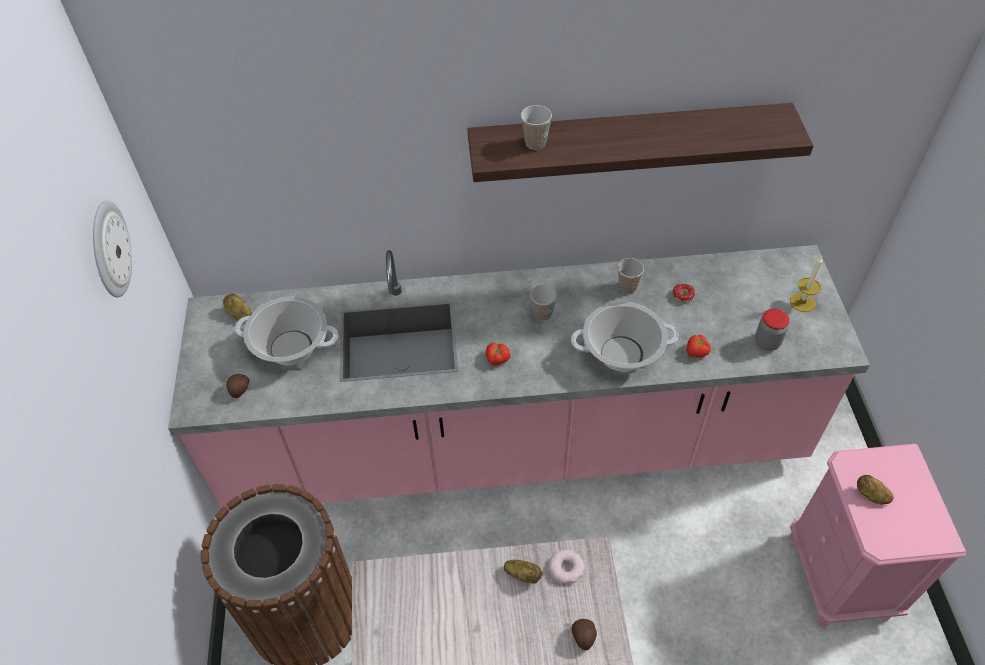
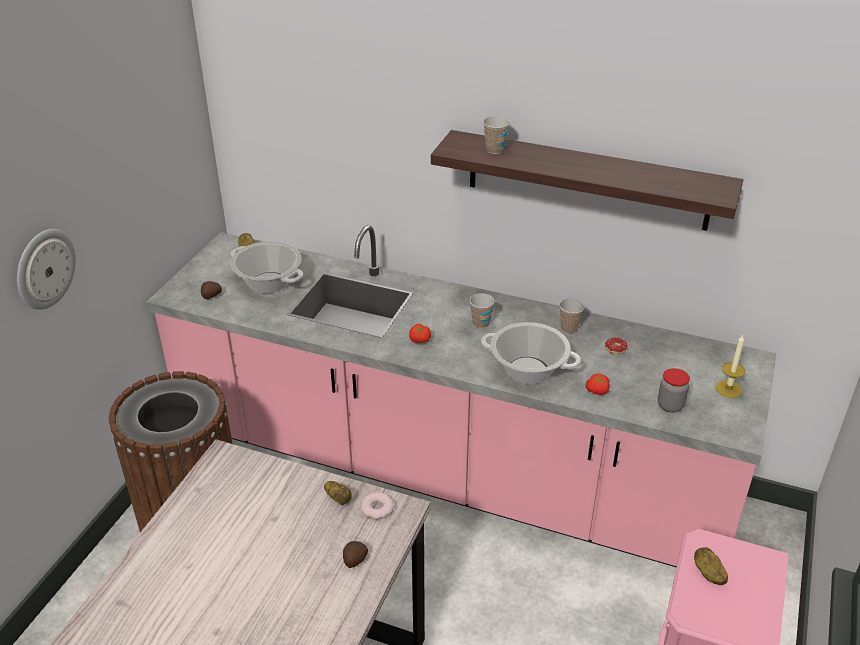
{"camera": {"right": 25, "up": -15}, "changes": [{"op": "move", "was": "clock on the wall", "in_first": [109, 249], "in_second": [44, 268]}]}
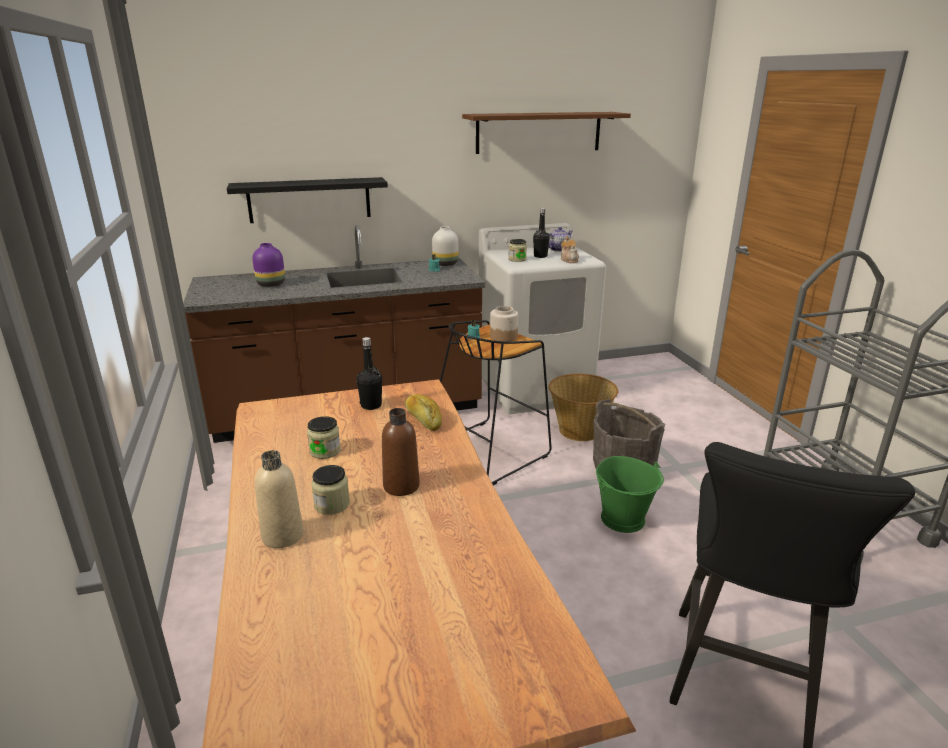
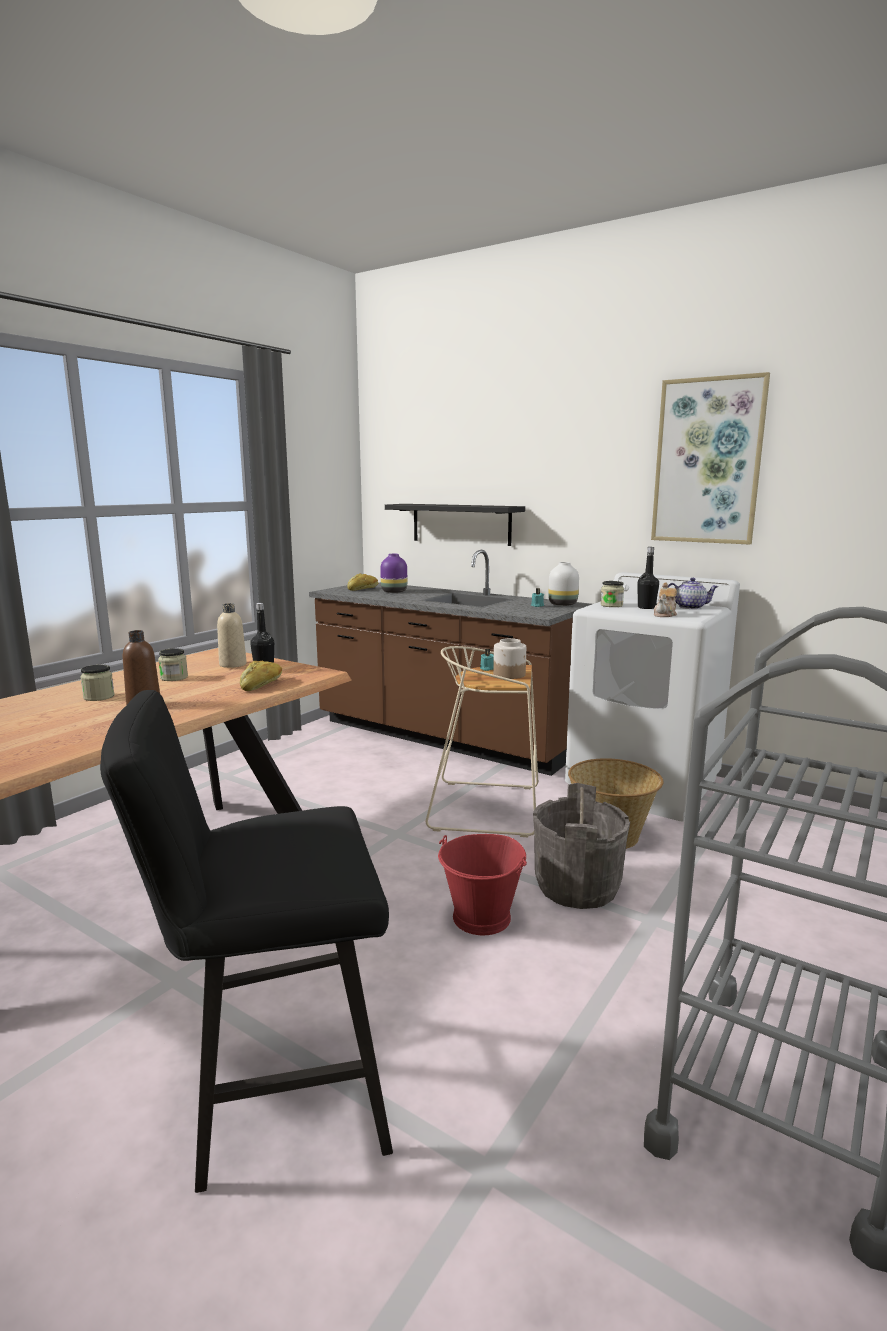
{"camera": {"right": 50, "up": -10}, "changes": [{"op": "insert", "now": "bakery bread", "in_second": [363, 589]}, {"op": "move", "was": "beige-coloured drink bottle", "in_first": [282, 536], "in_second": [233, 664]}, {"op": "replace", "was": "brown-coloured shelf", "now": "wall art", "in_first": [539, 132], "in_second": [707, 461]}, {"op": "recolor", "was": "black stool", "now": "beige-coloured stool", "in_first": [488, 450], "in_second": [488, 807]}, {"op": "recolor", "was": "greenish pail", "now": "red pail", "in_first": [623, 519], "in_second": [482, 918]}]}
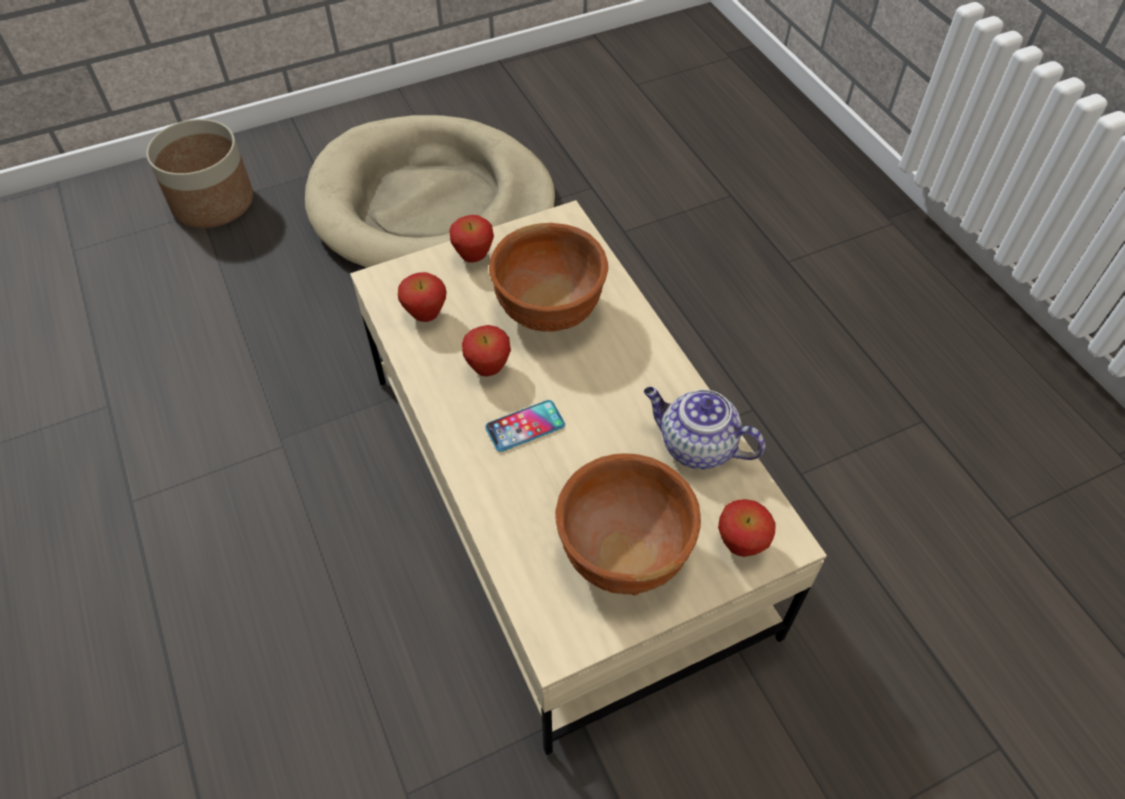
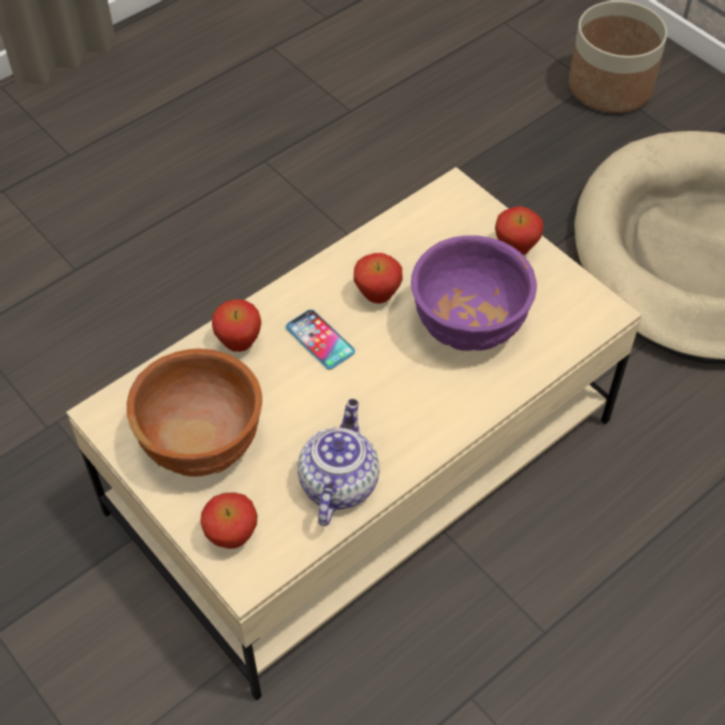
{"camera": {"right": 75, "up": 0}, "changes": [{"op": "move", "was": "whole apple", "in_first": [426, 316], "in_second": [239, 344]}, {"op": "recolor", "was": "brown-coloured deep dish", "now": "purple deep dish", "in_first": [548, 312], "in_second": [467, 326]}]}
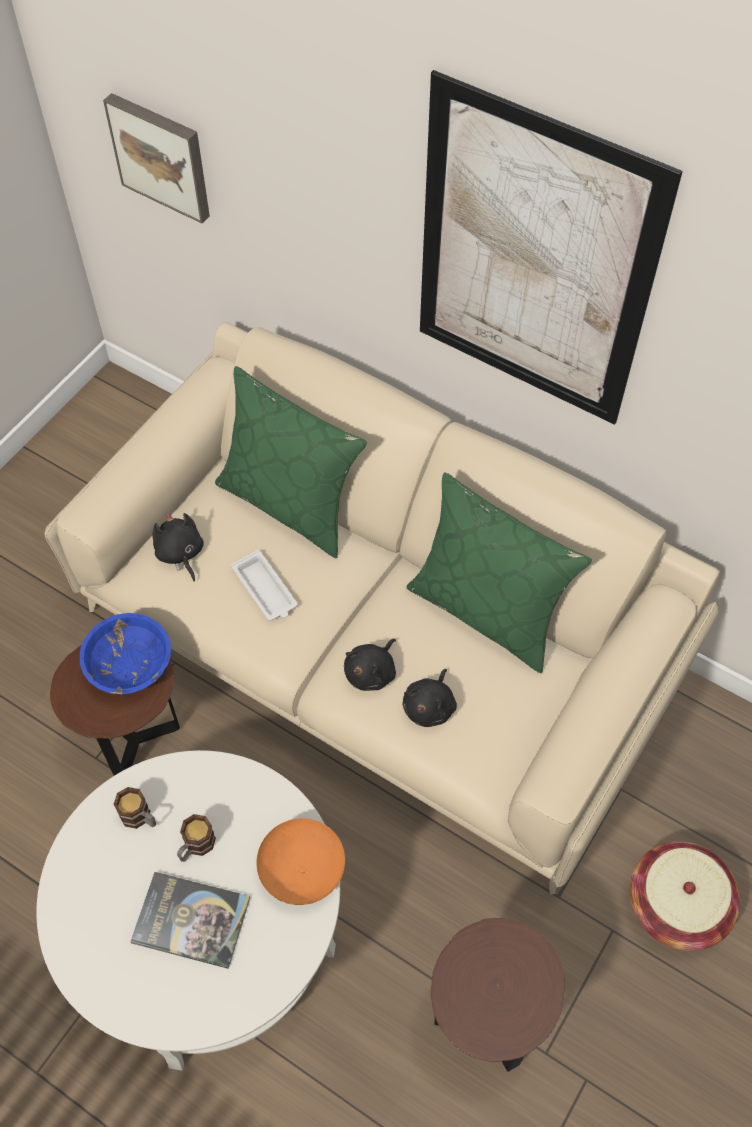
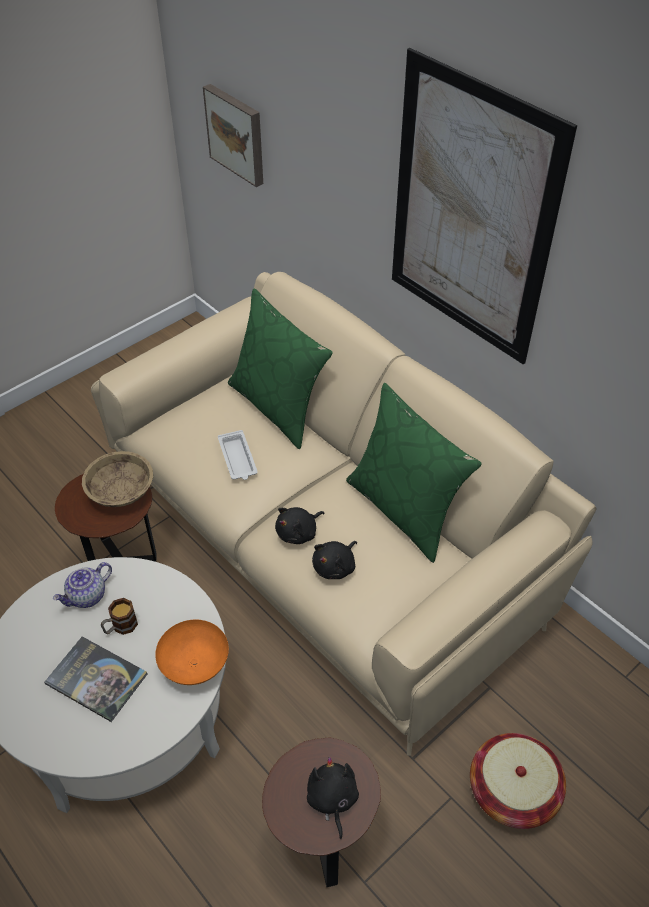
{"camera": {"right": 15, "up": -10}, "changes": [{"op": "move", "was": "black plush toy", "in_first": [180, 554], "in_second": [332, 800]}, {"op": "replace", "was": "mug", "now": "pot for tea", "in_first": [140, 817], "in_second": [87, 596]}, {"op": "recolor", "was": "bluish deep dish", "now": "beige-coloured deep dish", "in_first": [130, 666], "in_second": [121, 492]}]}
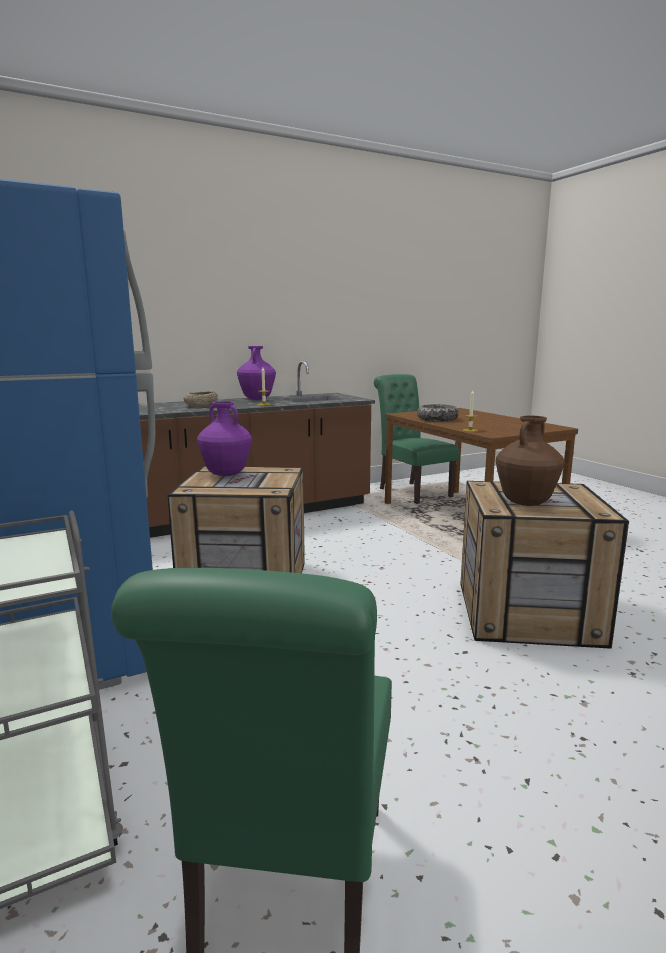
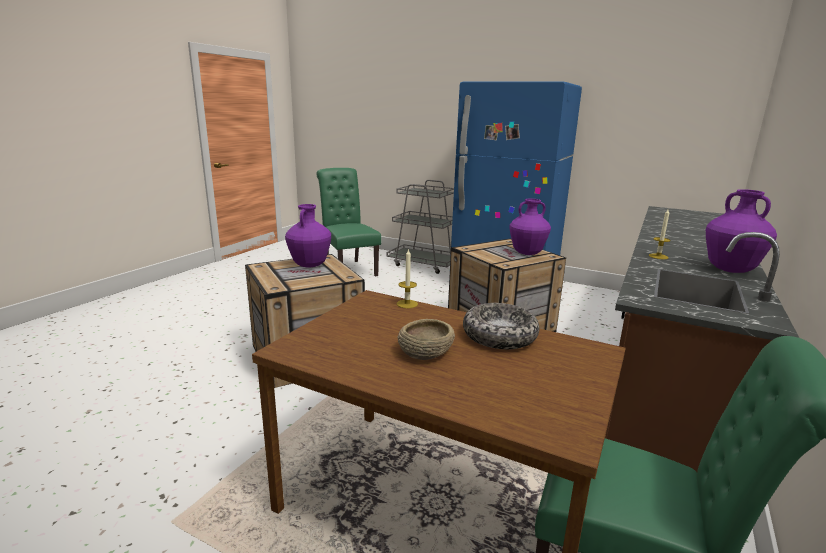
{"camera": {"right": 145, "up": 5}, "changes": [{"op": "move", "was": "beige-coloured deep dish", "in_first": [201, 406], "in_second": [425, 351]}, {"op": "recolor", "was": "brown-coloured decorative vase", "now": "purple decorative vase", "in_first": [525, 503], "in_second": [310, 265]}]}
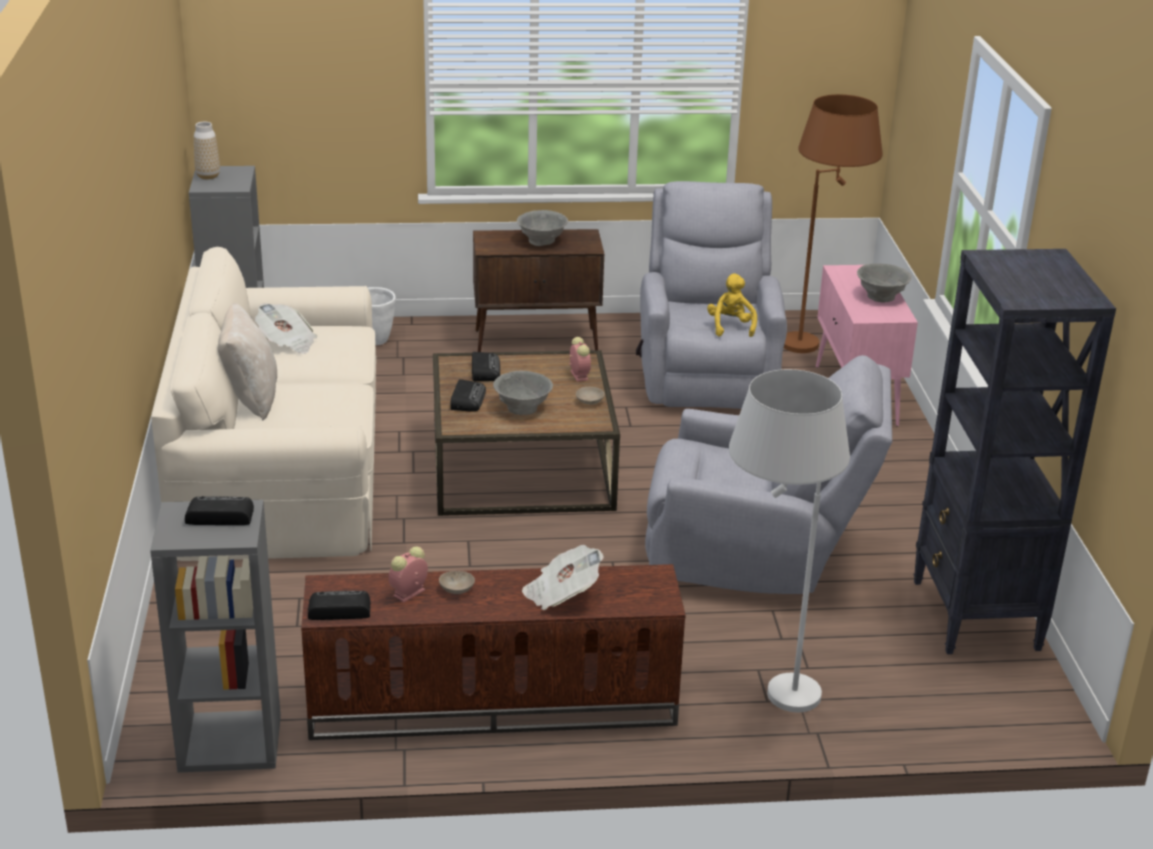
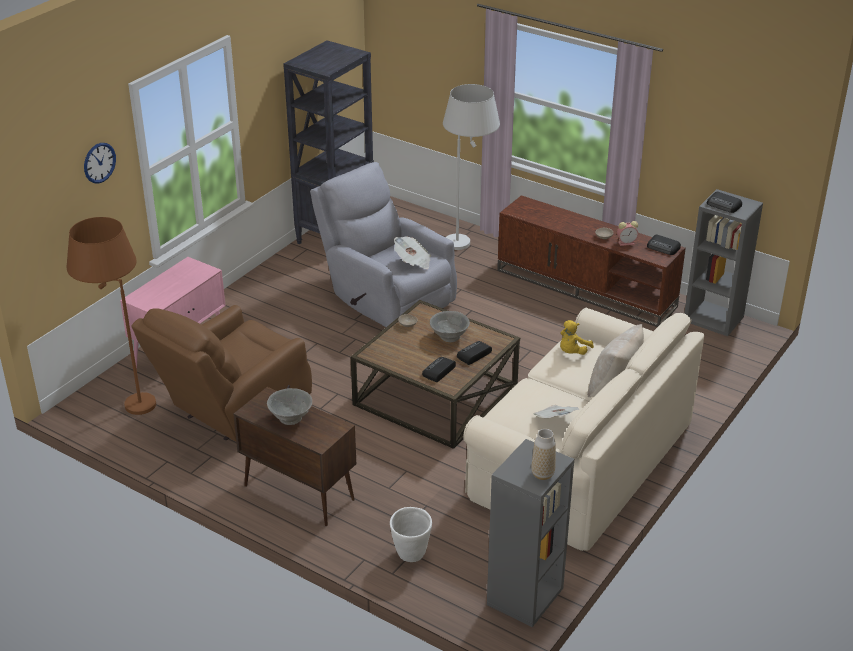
{"camera": {"right": -140, "up": 5}, "changes": [{"op": "delete", "was": "bedside clock", "in_first": [578, 375]}, {"op": "delete", "was": "gray deep dish", "in_first": [881, 296]}, {"op": "insert", "now": "clock on the wall", "in_second": [99, 162]}, {"op": "move", "was": "daily paper", "in_first": [561, 594], "in_second": [413, 261]}, {"op": "move", "was": "yellow plush toy", "in_first": [731, 327], "in_second": [572, 352]}, {"op": "recolor", "was": "gray armchair", "now": "brown-coloured armchair", "in_first": [706, 372], "in_second": [233, 411]}]}
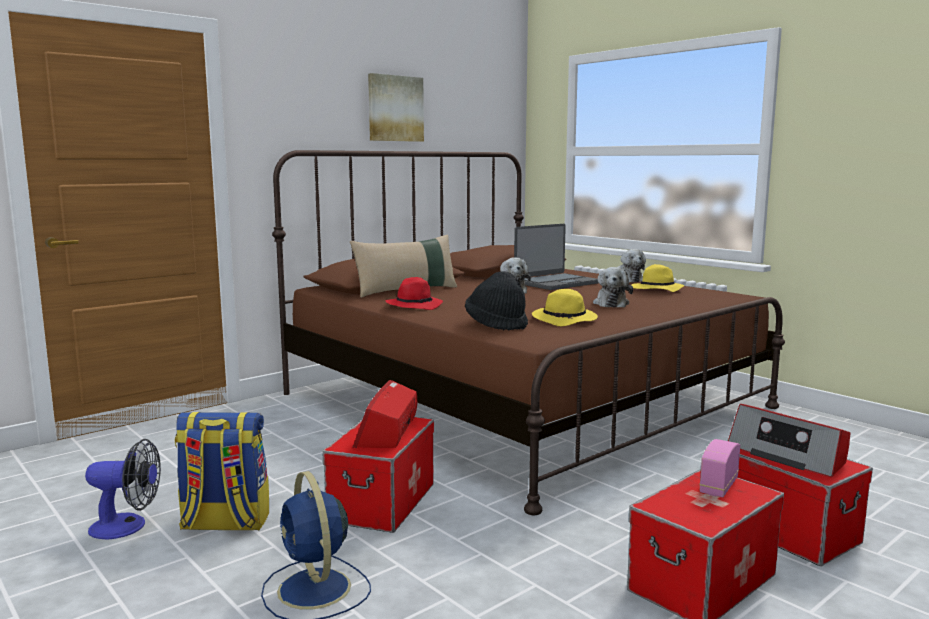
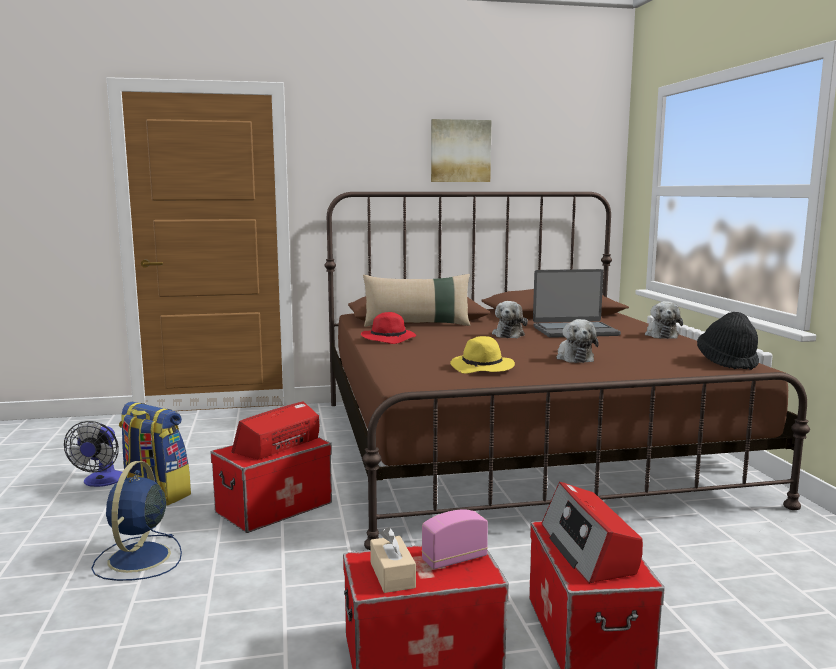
{"camera": {"right": 30, "up": 0}, "changes": [{"op": "delete", "was": "yellow hat", "in_first": [656, 290]}, {"op": "insert", "now": "beige-coloured tissue box", "in_second": [392, 575]}, {"op": "move", "was": "black hat", "in_first": [497, 324], "in_second": [727, 362]}, {"op": "rotate", "was": "cooling fan", "in_first": [127, 527], "in_second": [101, 482], "clockwise": 60}, {"op": "rotate", "was": "plush toy", "in_first": [611, 303], "in_second": [574, 357], "clockwise": -45}]}
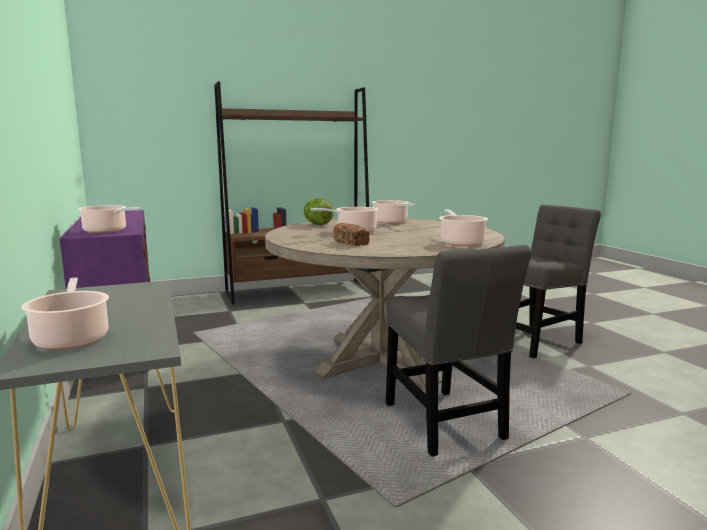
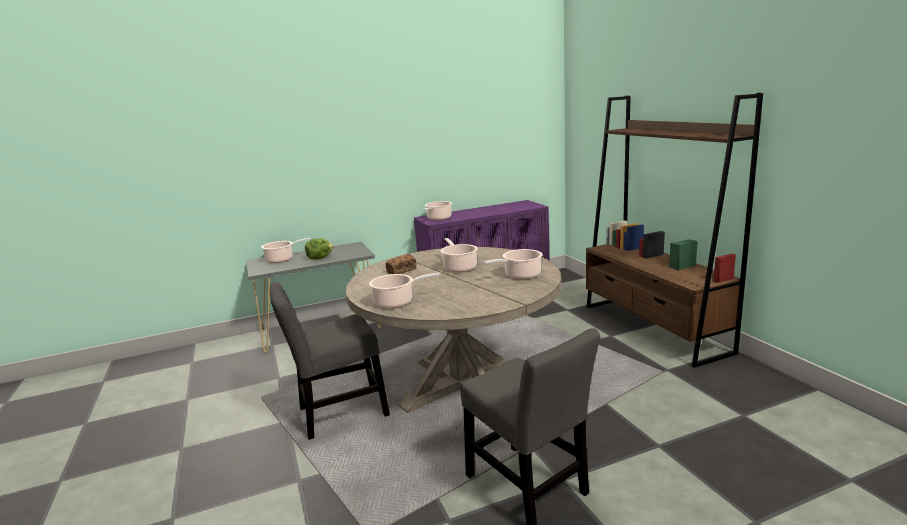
{"camera": {"right": 90, "up": 5}, "changes": [{"op": "move", "was": "head of lettuce", "in_first": [317, 224], "in_second": [320, 258]}]}
